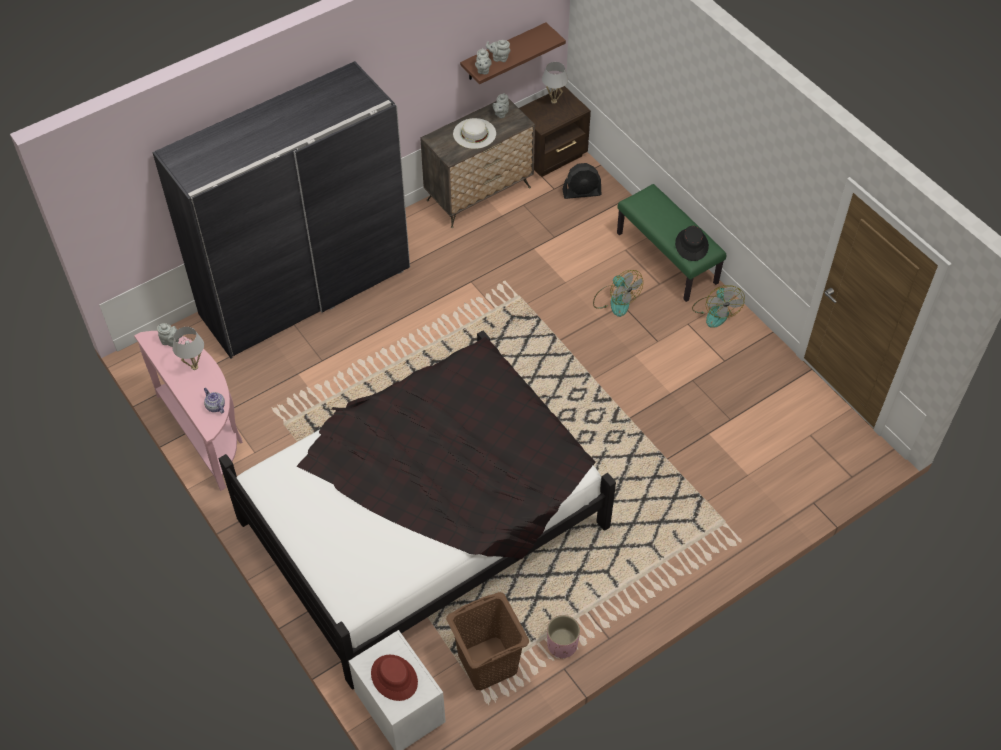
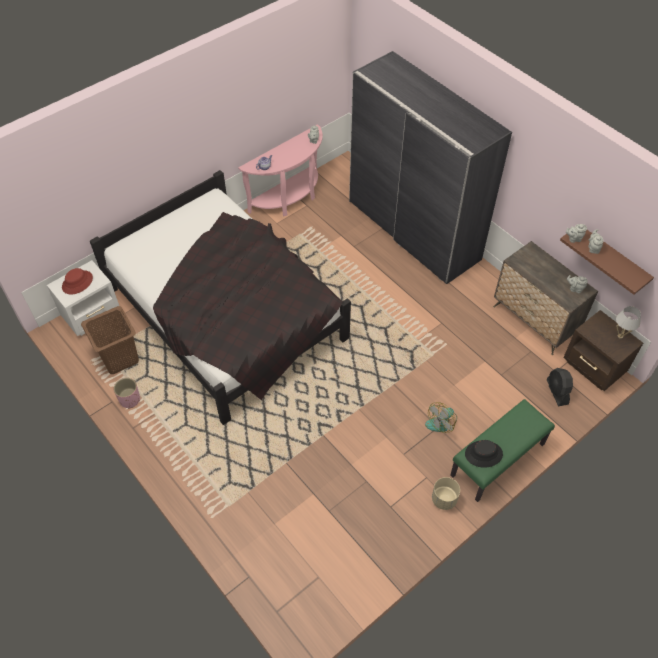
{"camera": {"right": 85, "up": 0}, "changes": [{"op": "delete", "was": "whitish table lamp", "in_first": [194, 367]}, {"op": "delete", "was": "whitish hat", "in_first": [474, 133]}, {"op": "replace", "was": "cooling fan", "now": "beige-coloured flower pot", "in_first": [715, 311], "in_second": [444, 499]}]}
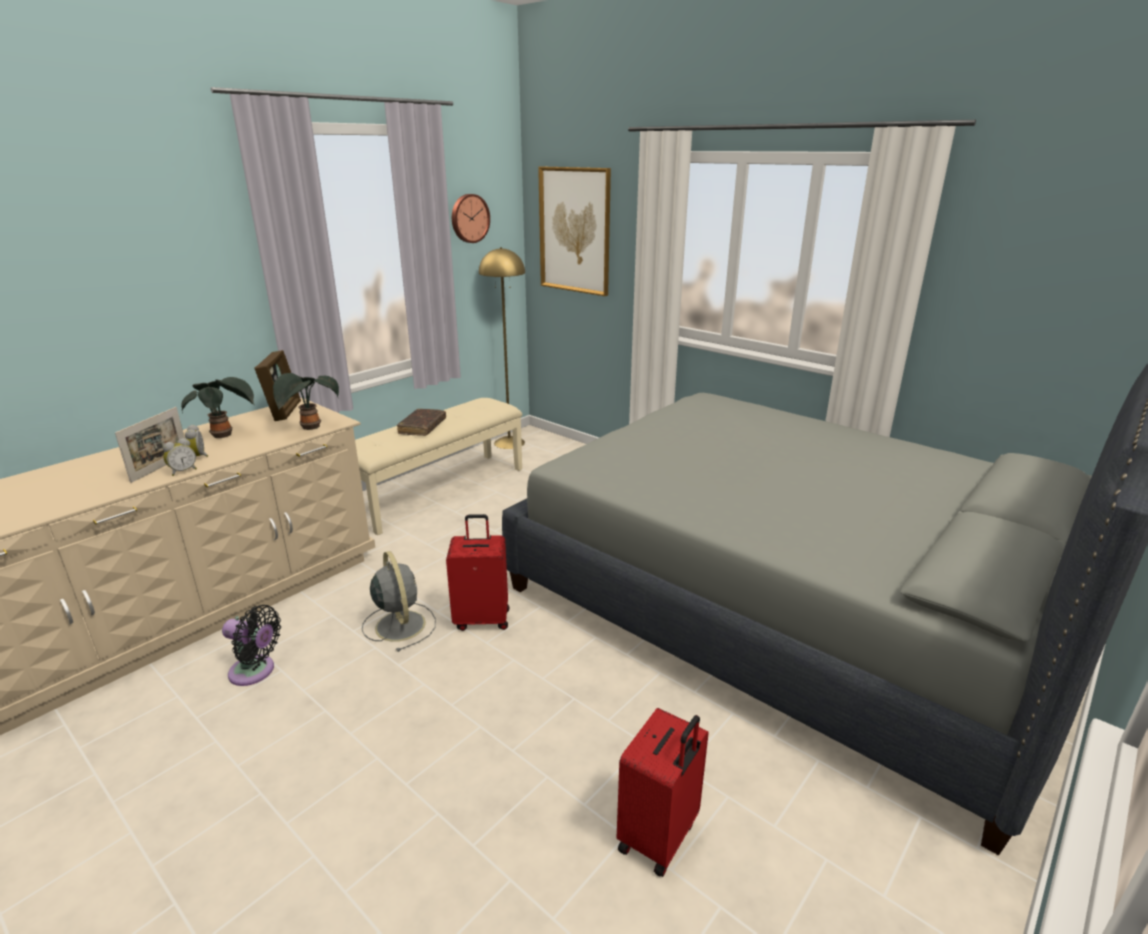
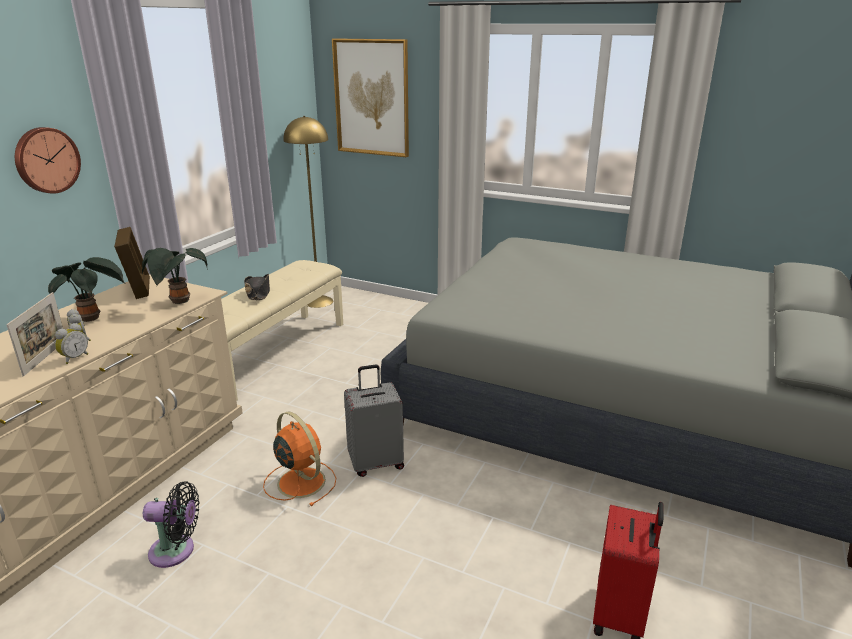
{"camera": {"right": -15, "up": 0}, "changes": [{"op": "move", "was": "clock on the wall", "in_first": [469, 218], "in_second": [46, 160]}, {"op": "replace", "was": "brown-coloured volume", "now": "black hat", "in_first": [422, 427], "in_second": [258, 293]}, {"op": "recolor", "was": "gray cooling fan", "now": "orange-coloured cooling fan", "in_first": [399, 624], "in_second": [300, 481]}, {"op": "recolor", "was": "red suitcase", "now": "gray suitcase", "in_first": [482, 618], "in_second": [376, 463]}]}
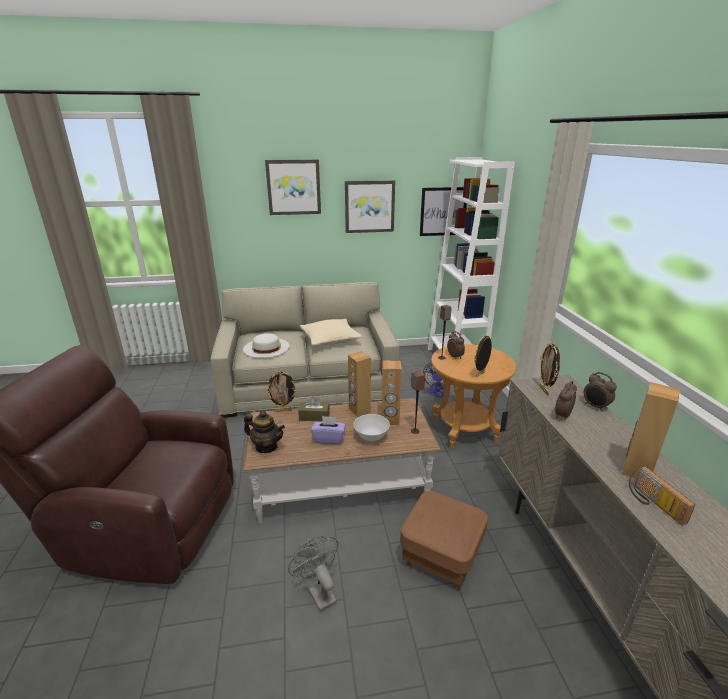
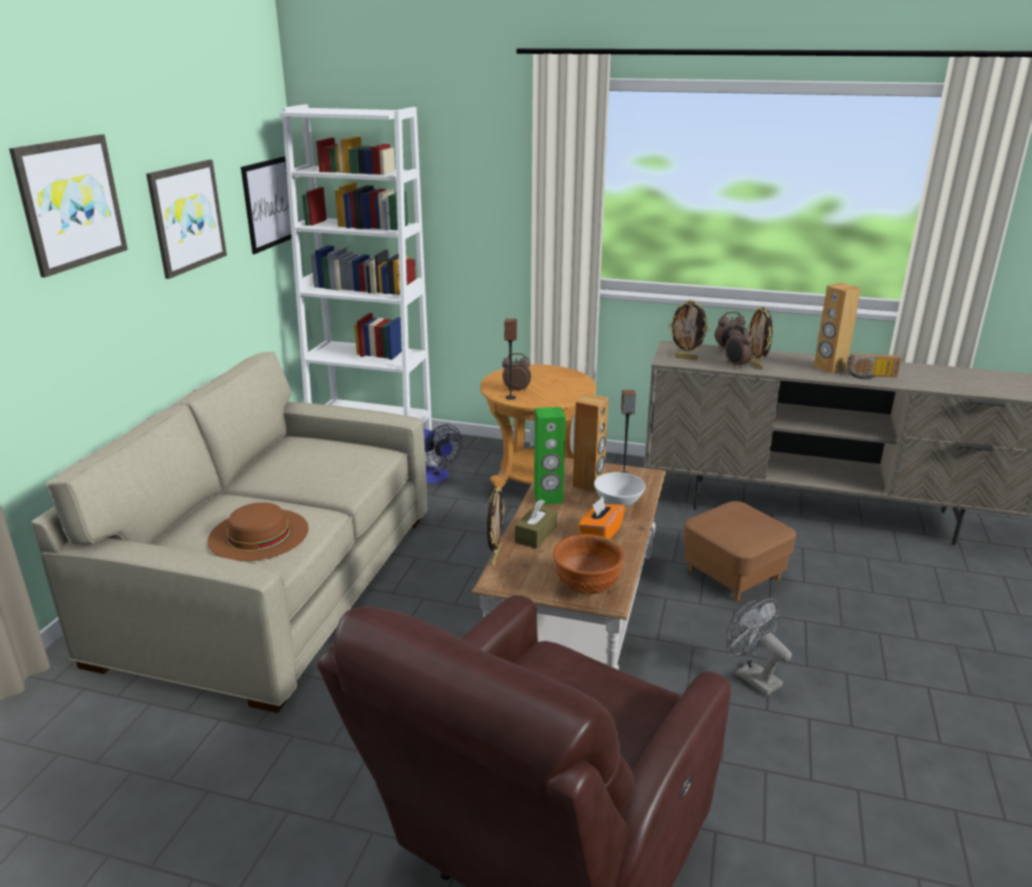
{"camera": {"right": -65, "up": 0}, "changes": [{"op": "delete", "was": "beige-coloured pillow", "in_first": [330, 339]}, {"op": "move", "was": "picture frame", "in_first": [480, 375], "in_second": [756, 365]}, {"op": "replace", "was": "pot for tea", "now": "brown-coloured deep dish", "in_first": [266, 447], "in_second": [586, 587]}, {"op": "recolor", "was": "whitish hat", "now": "brown-coloured hat", "in_first": [266, 347], "in_second": [258, 534]}, {"op": "recolor", "was": "purple tissue box", "now": "orange-coloured tissue box", "in_first": [329, 439], "in_second": [600, 534]}, {"op": "recolor", "was": "brown-coloured audio speaker", "now": "greenish audio speaker", "in_first": [359, 410], "in_second": [548, 498]}, {"op": "rotate", "was": "gray cooling fan", "in_first": [318, 591], "in_second": [751, 676], "clockwise": 60}]}
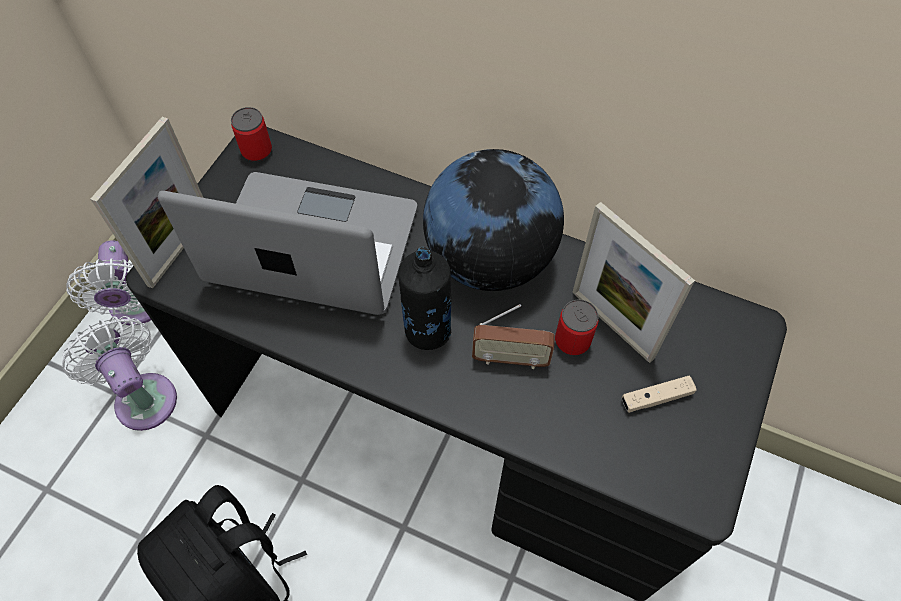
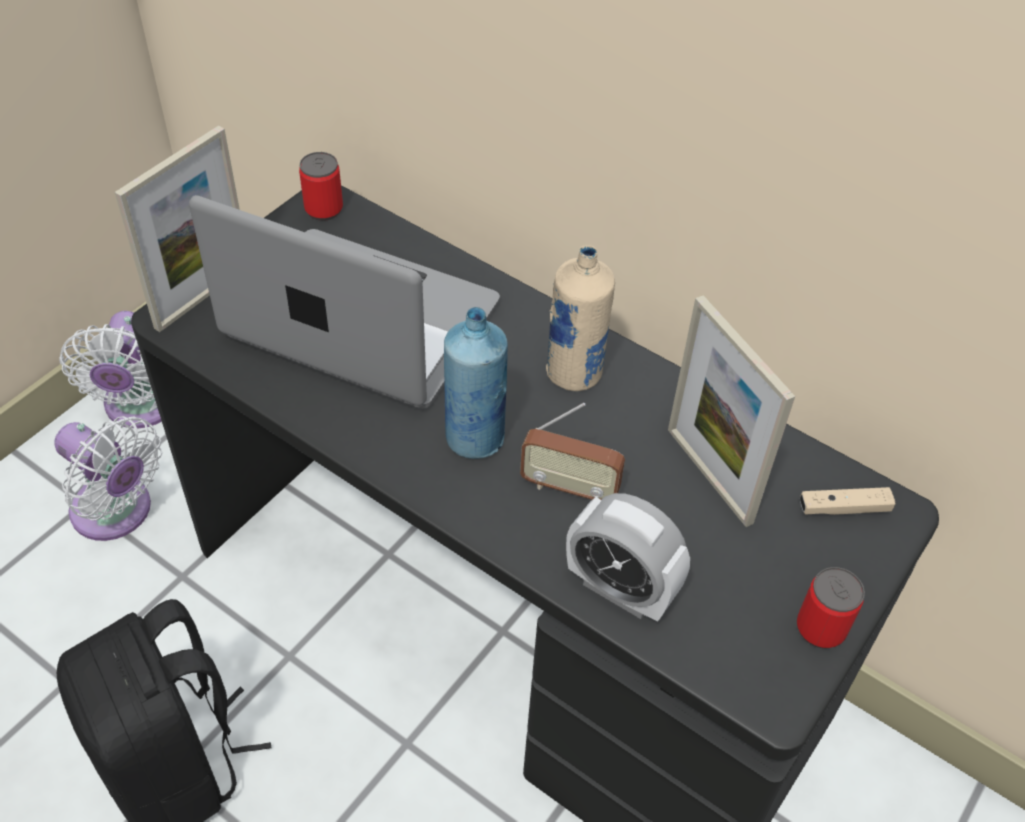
{"camera": {"right": 10, "up": -10}, "changes": [{"op": "insert", "now": "bedside clock", "in_second": [620, 589]}, {"op": "move", "was": "sealed can", "in_first": [572, 341], "in_second": [820, 628]}, {"op": "move", "was": "beige-coloured game controller", "in_first": [656, 398], "in_second": [844, 508]}, {"op": "replace", "was": "globe", "now": "beige-coloured drink bottle", "in_first": [490, 258], "in_second": [574, 374]}, {"op": "recolor", "was": "black drink bottle", "now": "bluish drink bottle", "in_first": [427, 330], "in_second": [475, 438]}, {"op": "rotate", "was": "whitish cooling fan", "in_first": [143, 396], "in_second": [117, 513], "clockwise": 150}]}
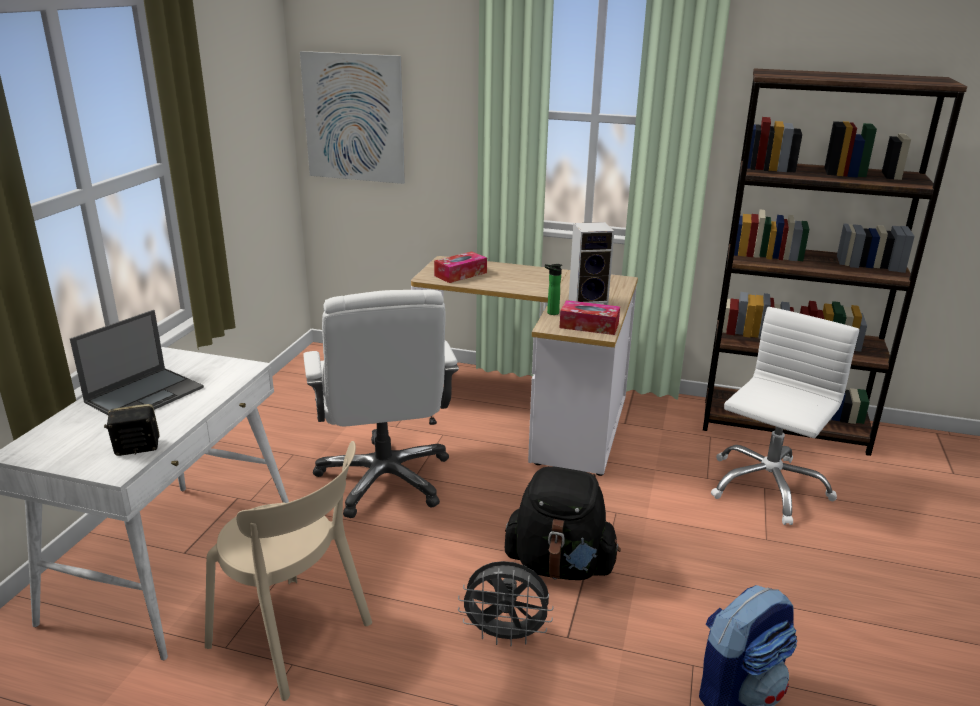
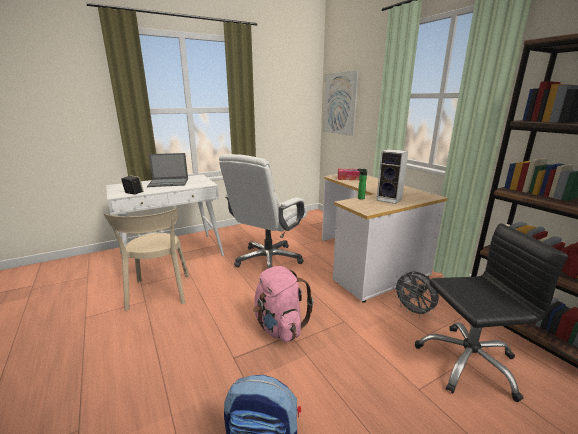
{"camera": {"right": 45, "up": -5}, "changes": [{"op": "delete", "was": "tissue box", "in_first": [589, 326]}, {"op": "move", "was": "gray cooling fan", "in_first": [505, 635], "in_second": [413, 311]}, {"op": "recolor", "was": "black rucksack", "now": "pink-coloured rucksack", "in_first": [560, 566], "in_second": [279, 327]}, {"op": "recolor", "was": "whitish desk chair", "now": "black desk chair", "in_first": [767, 486], "in_second": [467, 362]}]}
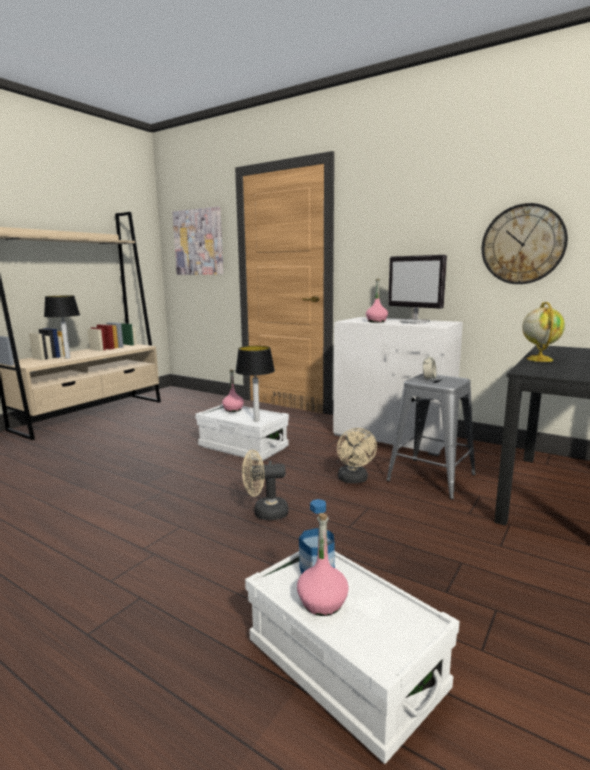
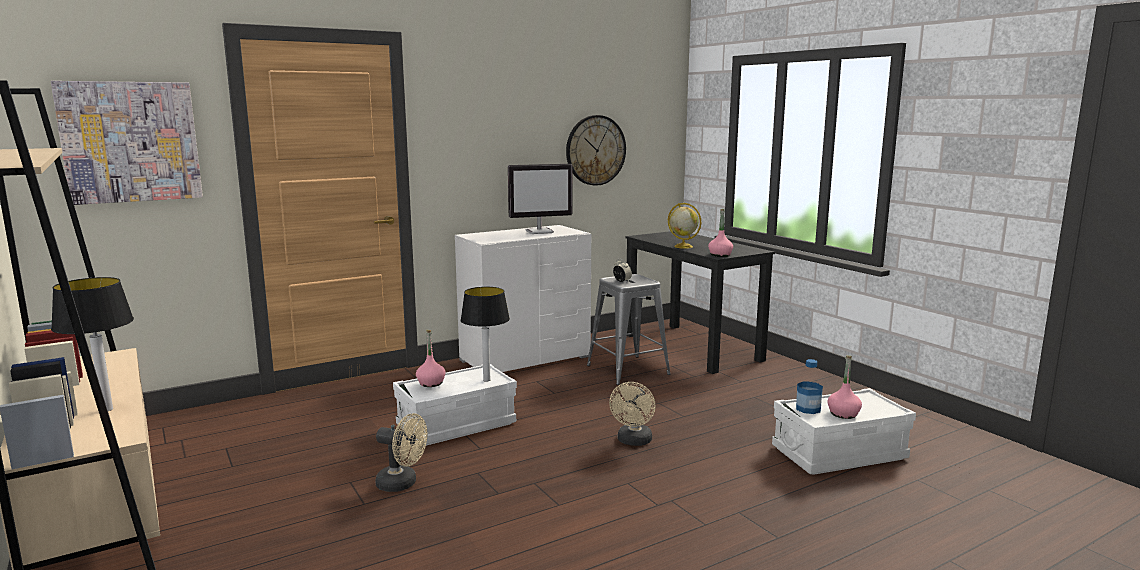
{"camera": {"right": -65, "up": 0}, "changes": [{"op": "move", "was": "beige-coloured cooling fan", "in_first": [354, 480], "in_second": [402, 484]}, {"op": "move", "was": "pink-coloured drink bottle", "in_first": [376, 321], "in_second": [720, 255]}]}
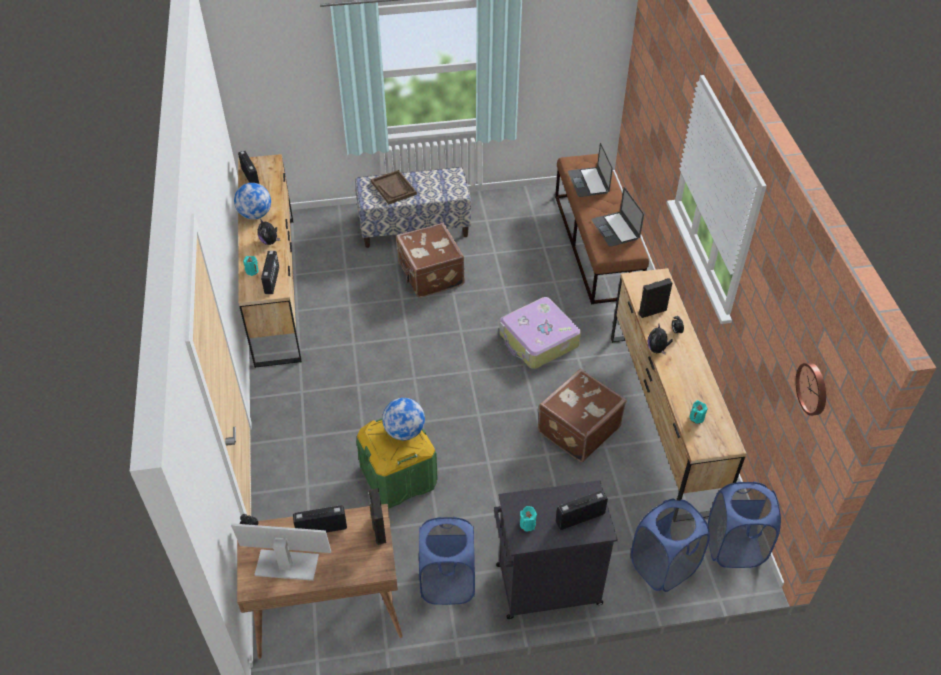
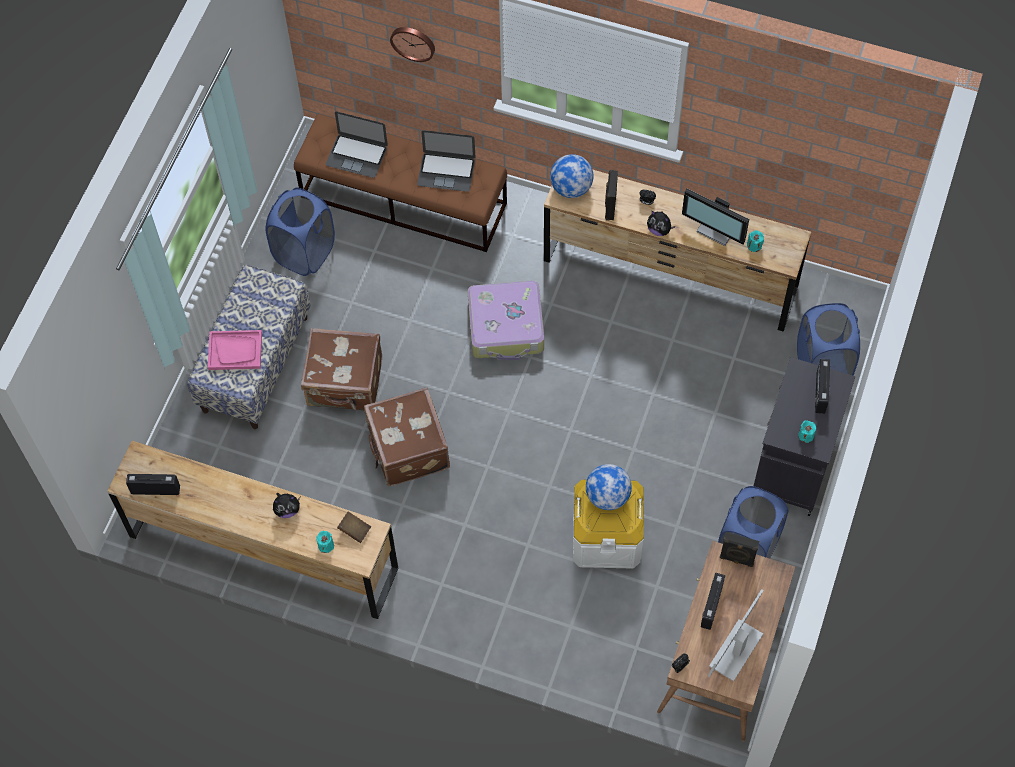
{"camera": {"right": -60, "up": 15}, "changes": [{"op": "insert", "now": "computer display", "in_second": [717, 228]}, {"op": "move", "was": "globe", "in_first": [255, 215], "in_second": [571, 188]}, {"op": "move", "was": "brown-coloured suitcase", "in_first": [577, 429], "in_second": [407, 449]}, {"op": "move", "was": "bluish hamper", "in_first": [734, 547], "in_second": [304, 252]}, {"op": "move", "was": "clock on the wall", "in_first": [813, 388], "in_second": [413, 42]}, {"op": "replace", "was": "radio set", "now": "brown-coloured volume", "in_first": [272, 280], "in_second": [354, 530]}, {"op": "recolor", "was": "greenish storage box", "now": "whitish storage box", "in_first": [398, 477], "in_second": [606, 537]}, {"op": "recolor", "was": "brown-coloured carrying tray", "now": "pink-coloured carrying tray", "in_first": [393, 188], "in_second": [235, 351]}]}
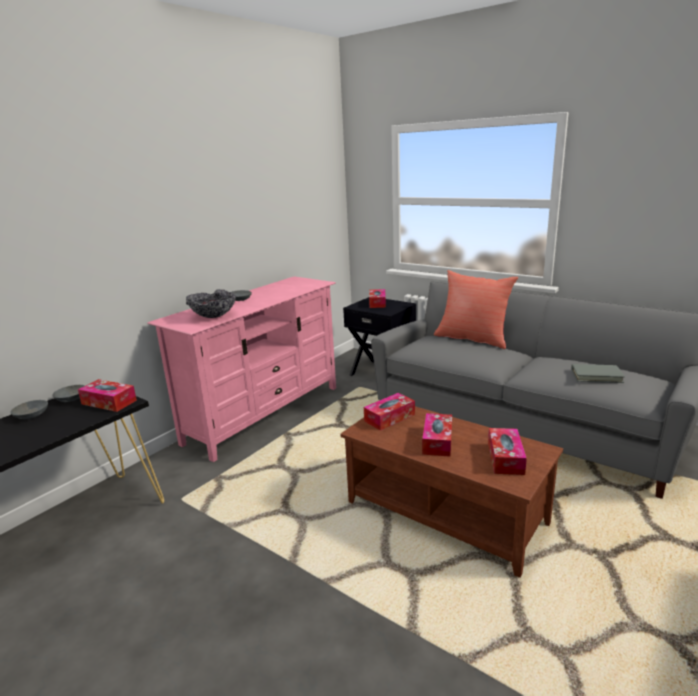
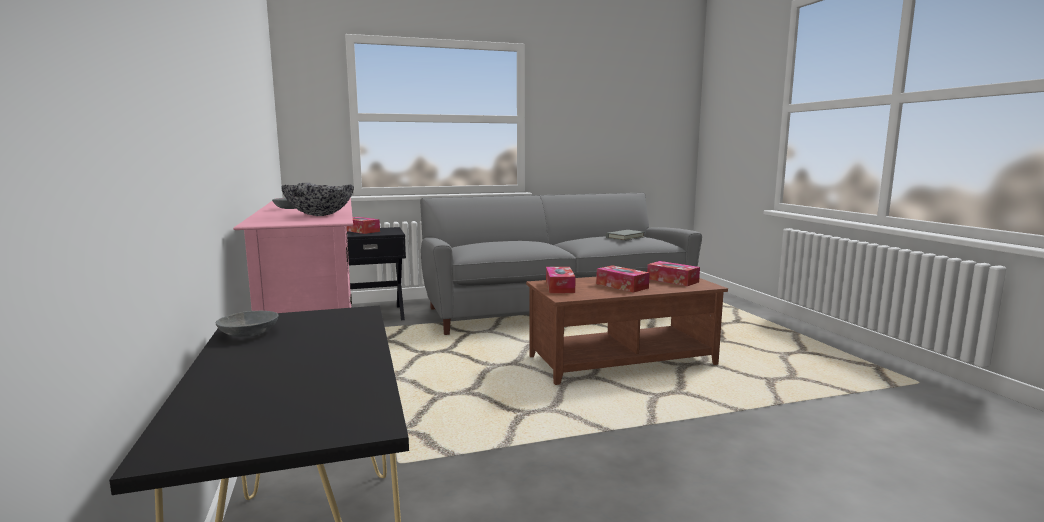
{"camera": {"right": -55, "up": -10}, "changes": [{"op": "delete", "was": "gray deep dish", "in_first": [32, 415]}, {"op": "delete", "was": "tissue box", "in_first": [109, 402]}, {"op": "delete", "was": "red pillow", "in_first": [473, 339]}]}
